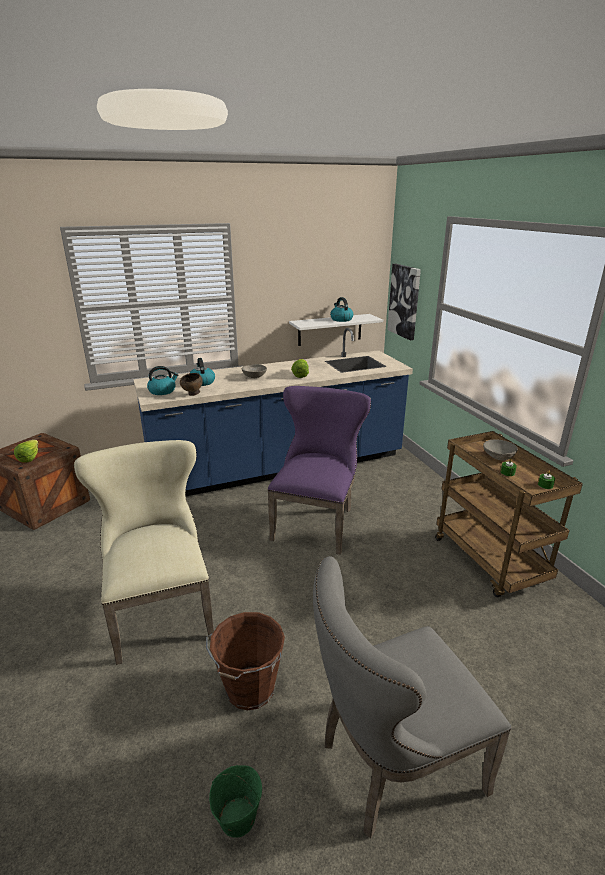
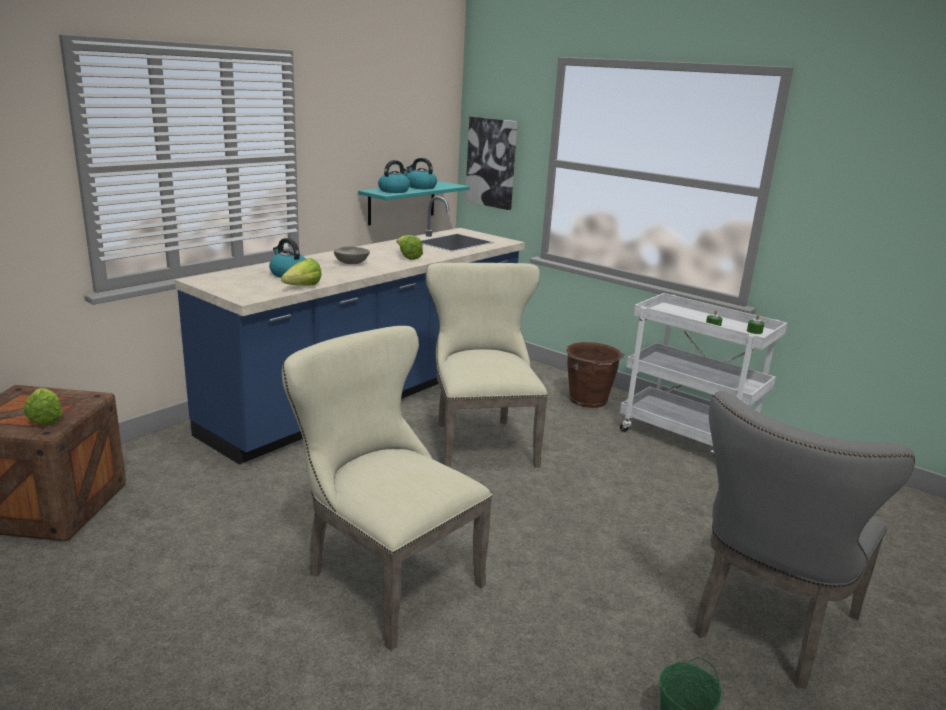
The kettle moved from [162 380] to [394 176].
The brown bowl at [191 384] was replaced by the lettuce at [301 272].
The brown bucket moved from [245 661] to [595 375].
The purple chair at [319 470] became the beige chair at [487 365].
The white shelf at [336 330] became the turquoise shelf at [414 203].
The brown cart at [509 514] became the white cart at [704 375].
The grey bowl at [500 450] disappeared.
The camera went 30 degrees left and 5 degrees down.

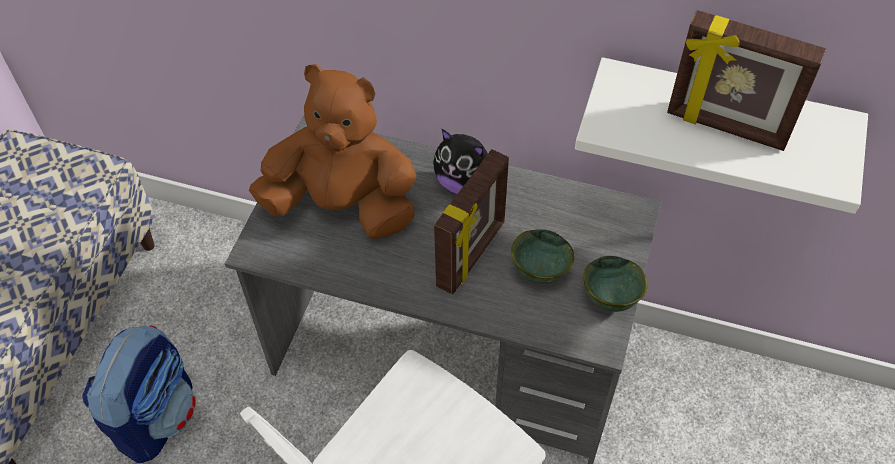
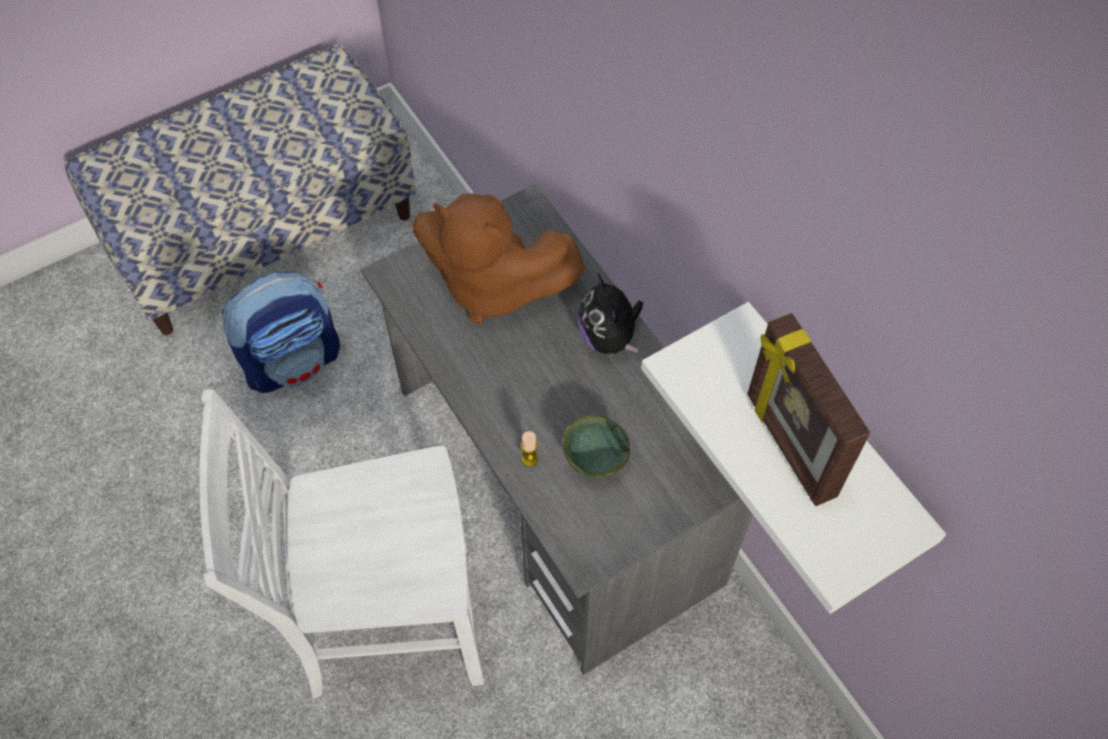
The brown plush toy at [333 151] turned 150 degrees clockwise.
The picture frame at [471 221] disappeared.
The green bowl at [615 284] disappeared.
The candle at [529 449] appeared.
The camera went 40 degrees right and 5 degrees up.

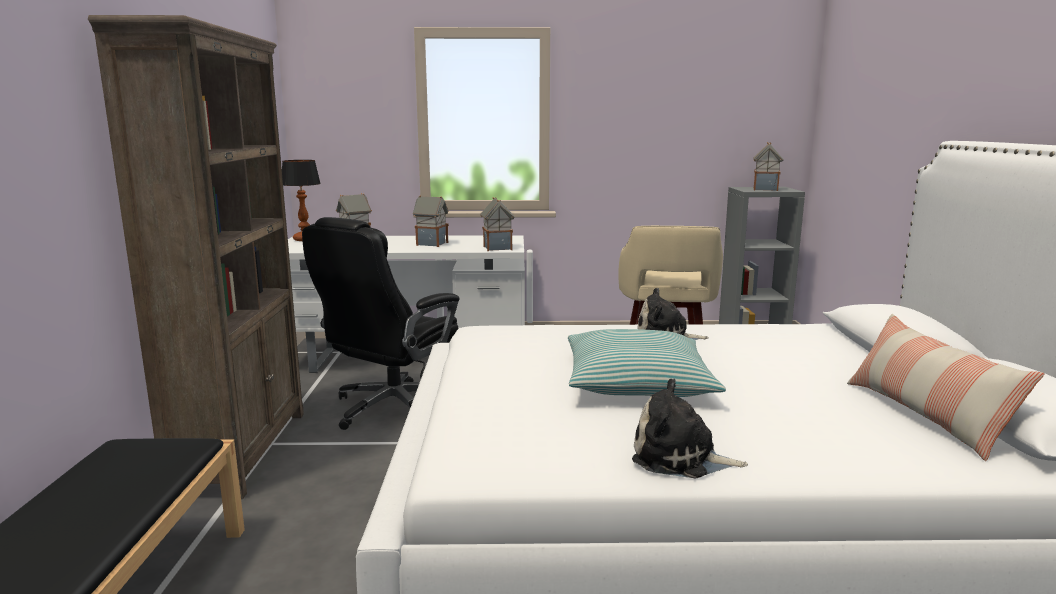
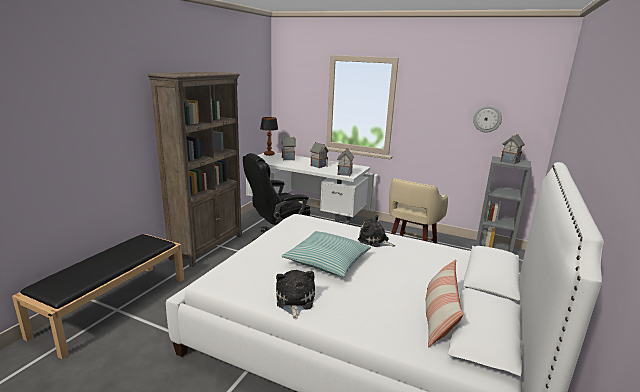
The plush toy at [690 428] turned 45 degrees clockwise.
The wall clock at [487 119] appeared.
The camera went 25 degrees right and 5 degrees up.

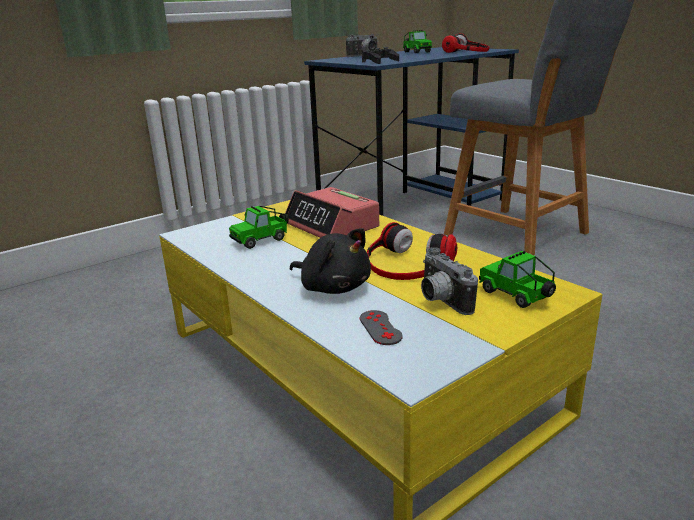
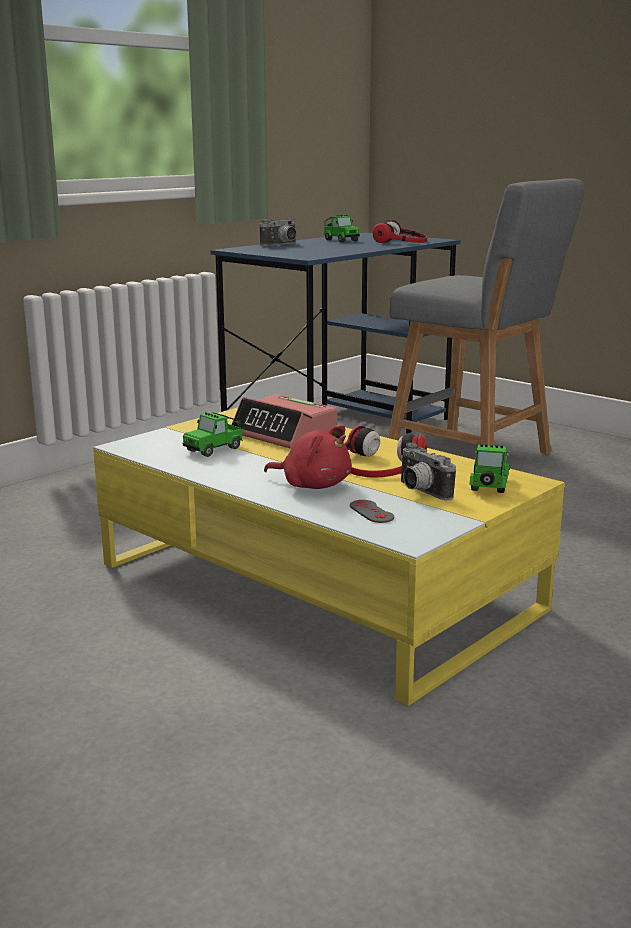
The black plush toy at [330 261] became the red plush toy at [308 457].
The black game controller at [380 55] disappeared.
The toy car at [517 279] turned 60 degrees clockwise.
The camera went 10 degrees left and 5 degrees down.

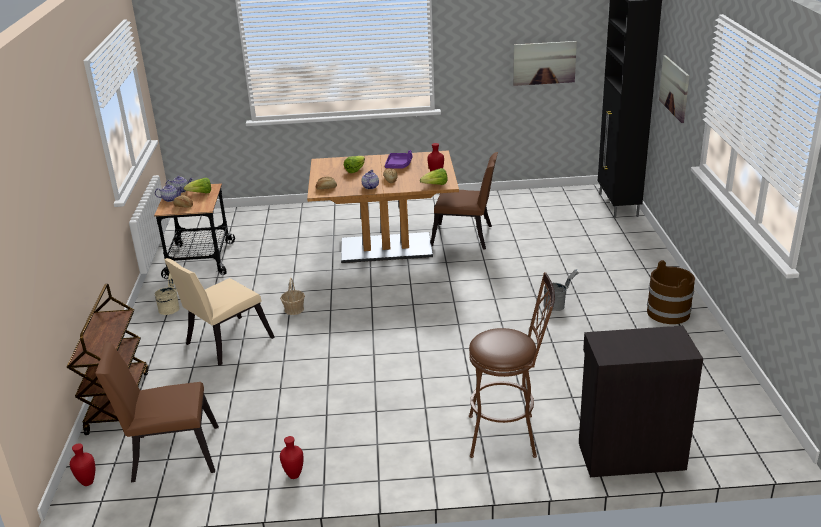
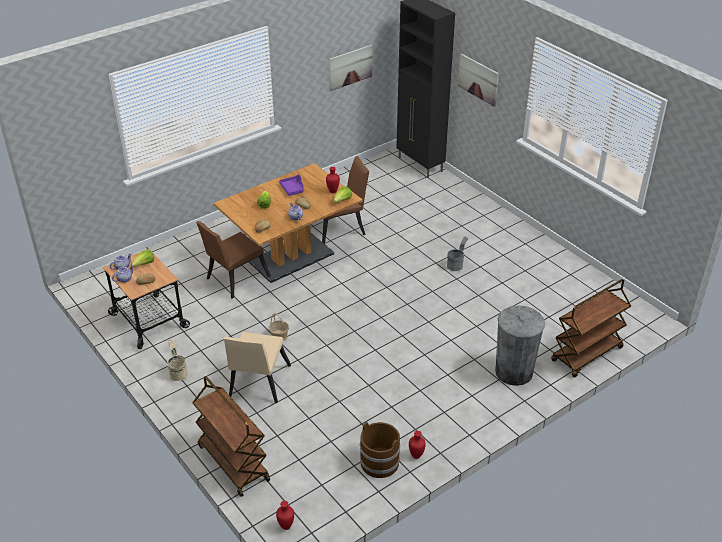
The brown chair moved from [157 412] to [233 260].
The brown stool at [512 365] was replaced by the grey trash can at [520 345].
The black cabinet at [641 401] was replaced by the brown cart at [591 328].
The brown bucket moved from [671 292] to [380 450].
The camera went 35 degrees left and 10 degrees up.

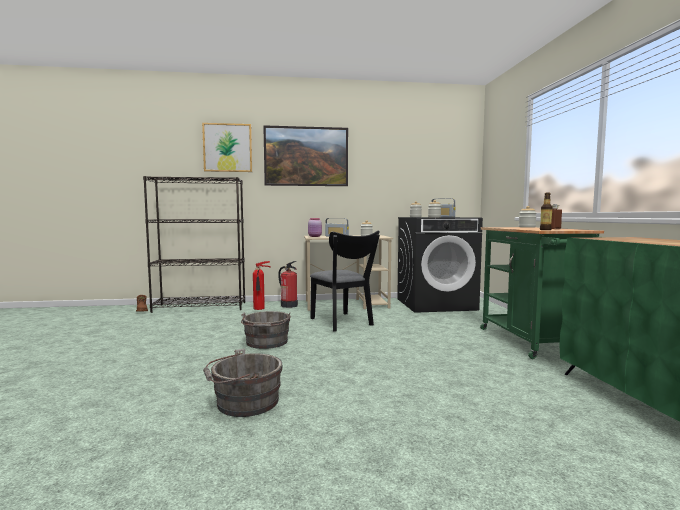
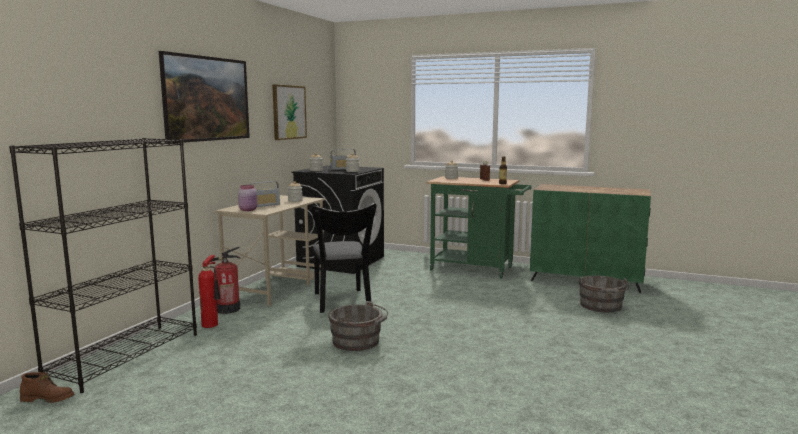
The picture moved from [227 147] to [289 112].
The grey bucket moved from [242 383] to [604 294].
The black chair at [345 281] turned 75 degrees clockwise.
The camera went 60 degrees left and 5 degrees up.

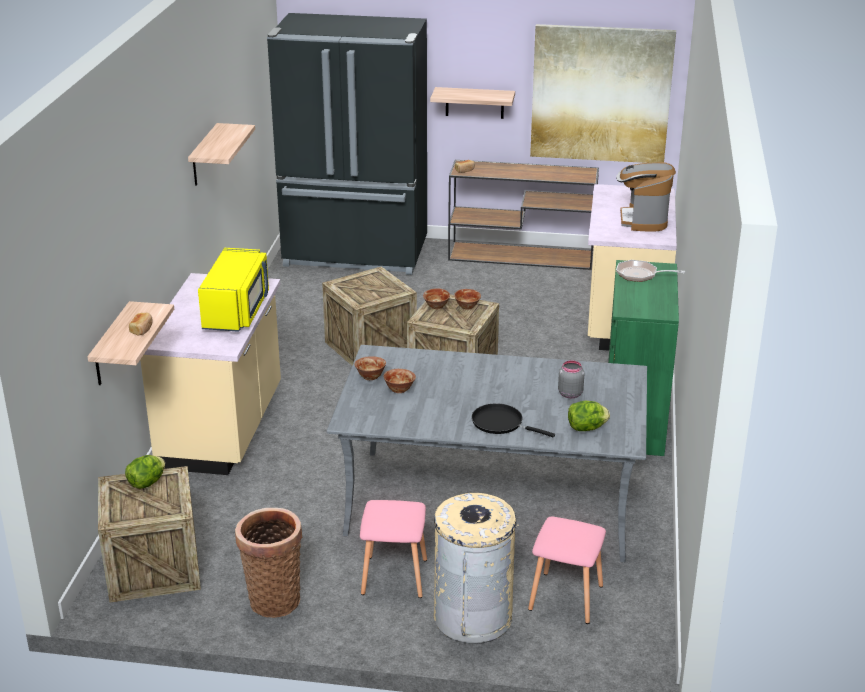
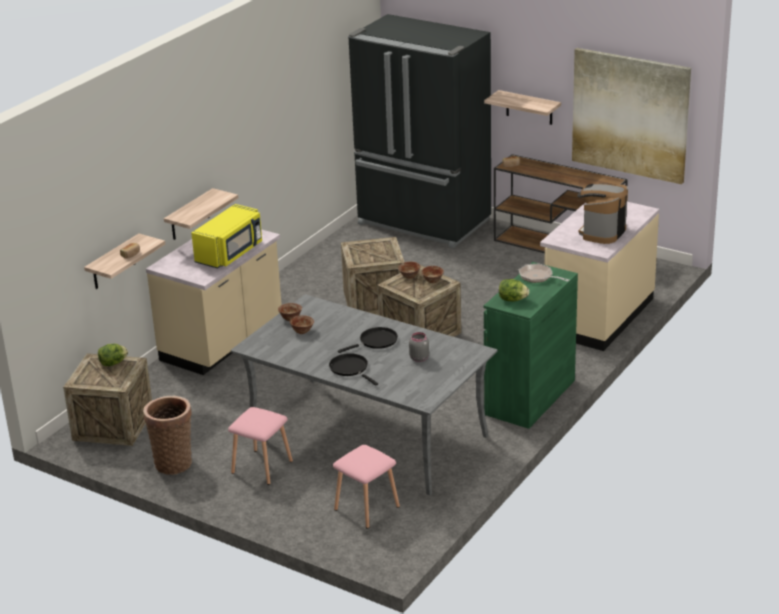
The shelf moved from [221 154] to [201 214].
The beige trash can at [476 568] disappeared.
The lettuce moved from [589 416] to [514 290].
The black frying pan at [368 340] appeared.
The camera went 25 degrees right and 0 degrees up.

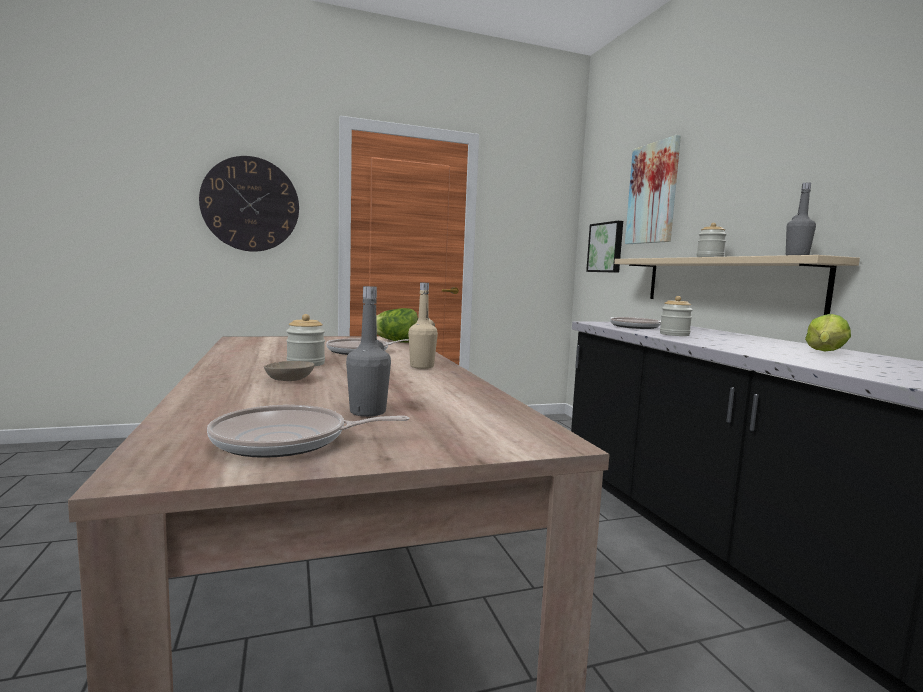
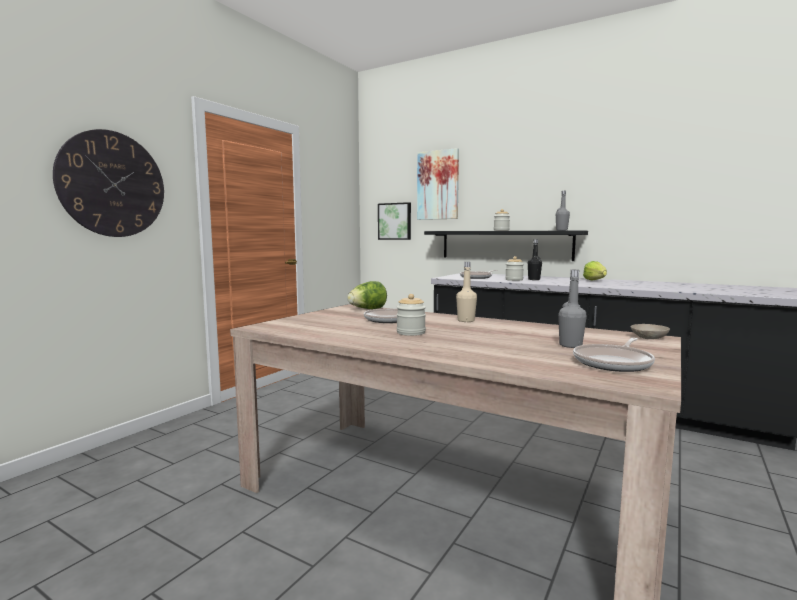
The beige bowl moved from [289 371] to [650 331].
The beige shelf at [737 285] became the black shelf at [506 245].
The black bottle at [535 259] appeared.
The camera went 40 degrees left and 0 degrees up.

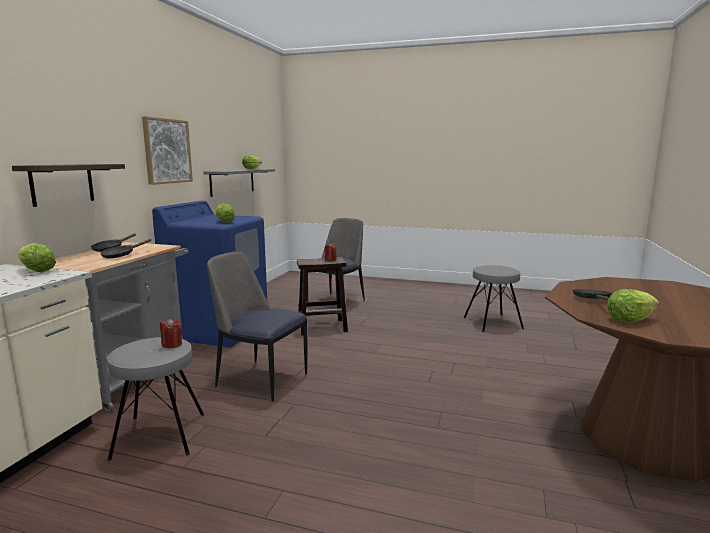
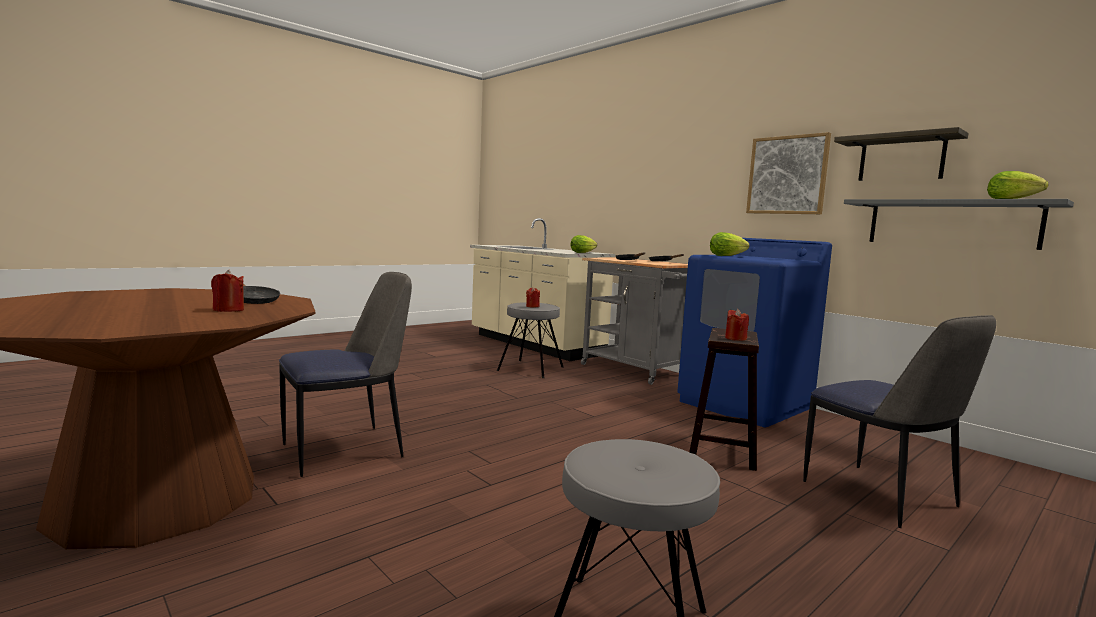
The shelf moved from [68 185] to [901 154].
The chair moved from [257 327] to [345 374].
The lettuce at [633 305] disappeared.
The red candle at [227 291] appeared.
The camera went 120 degrees right and 5 degrees down.

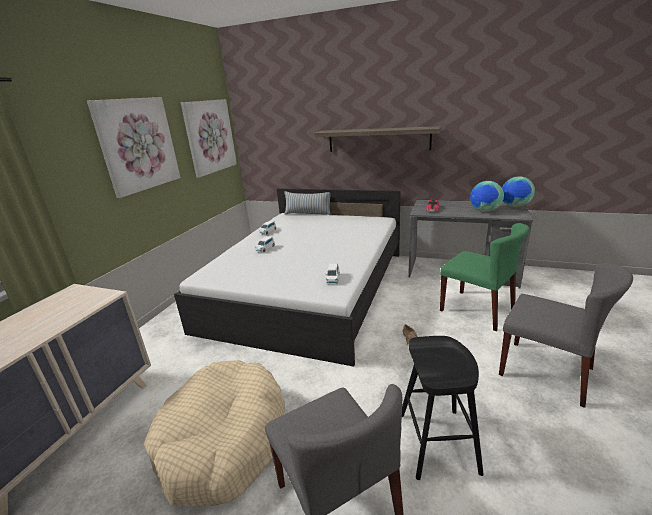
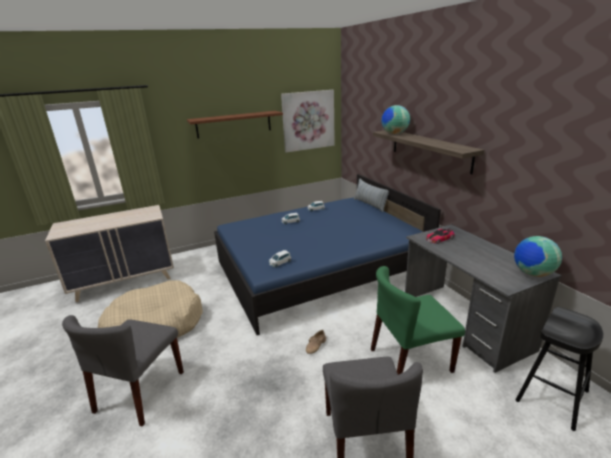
The picture at [133 147] was replaced by the brown shelf at [235 125].
The white bed at [287 277] became the blue bed at [327 254].
The black stool moved from [443 408] to [559 369].
The green chair at [484 277] turned 75 degrees clockwise.
The globe moved from [487 196] to [395 119].
The camera went 45 degrees right and 0 degrees up.

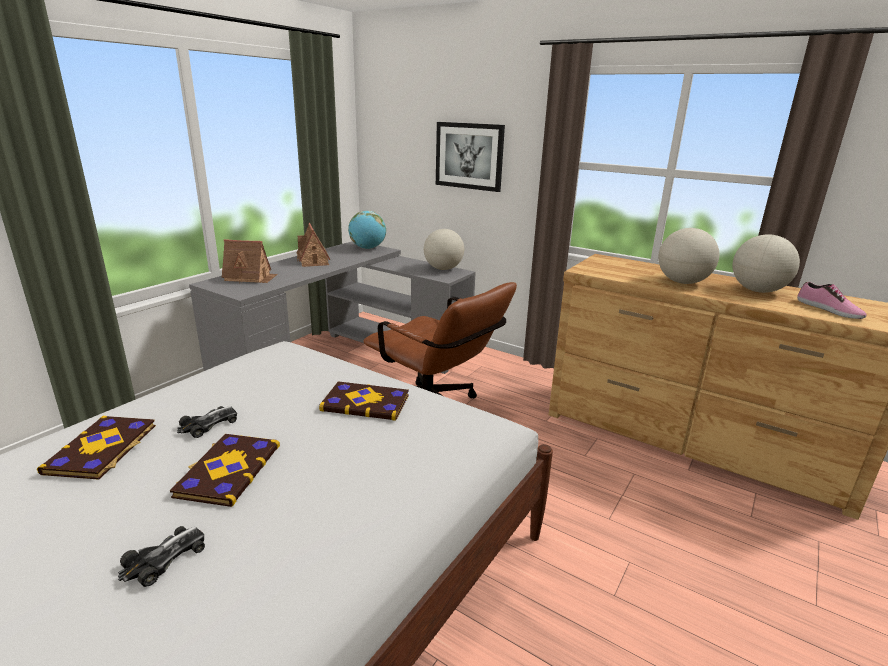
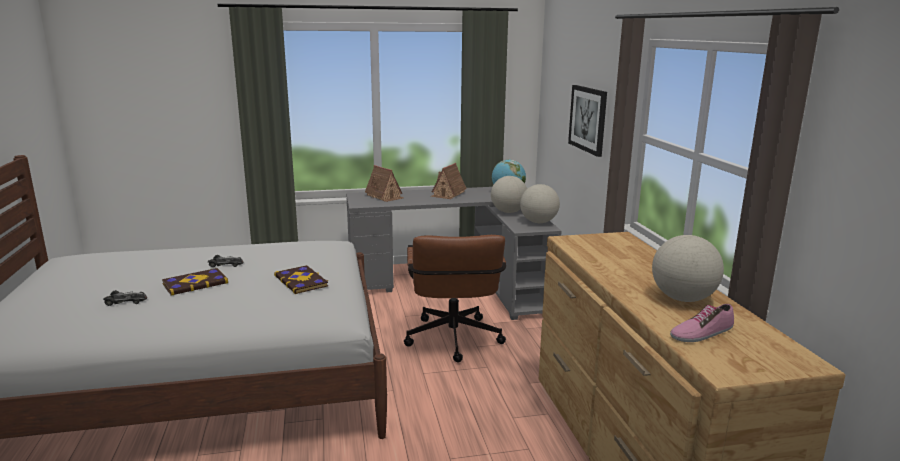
The book at [96 448] disappeared.
The globe moved from [688 256] to [509 194].
The shoe at [832 300] turned 45 degrees clockwise.
The camera went 45 degrees right and 5 degrees down.

